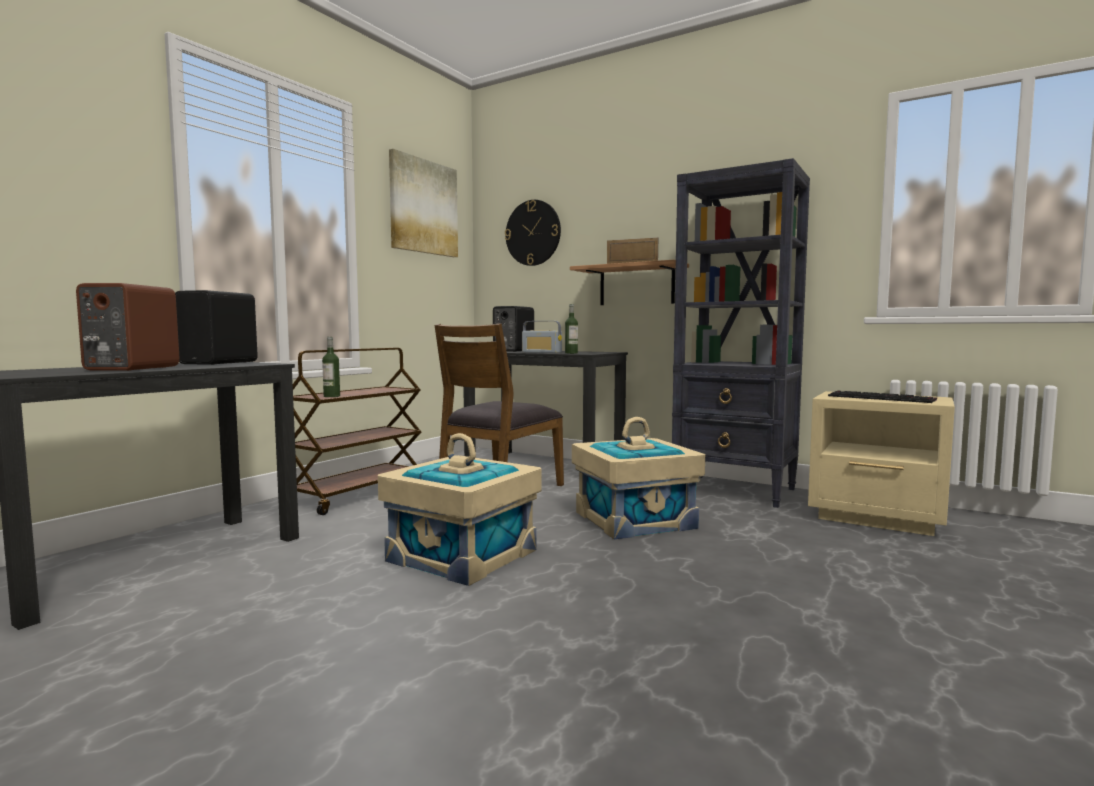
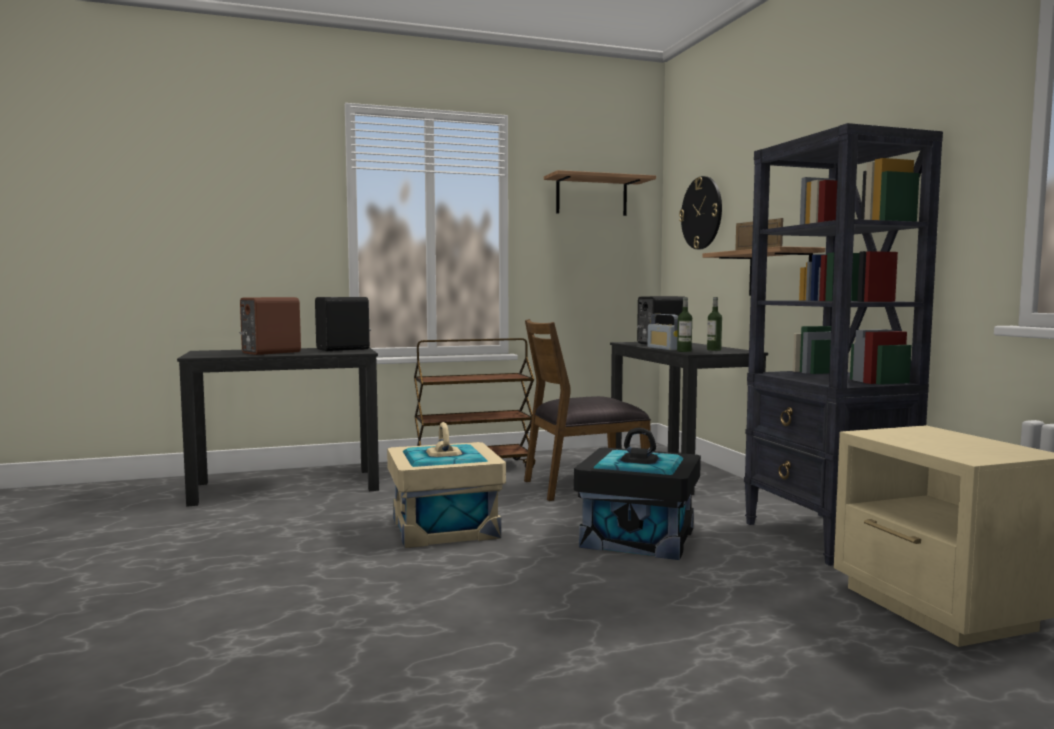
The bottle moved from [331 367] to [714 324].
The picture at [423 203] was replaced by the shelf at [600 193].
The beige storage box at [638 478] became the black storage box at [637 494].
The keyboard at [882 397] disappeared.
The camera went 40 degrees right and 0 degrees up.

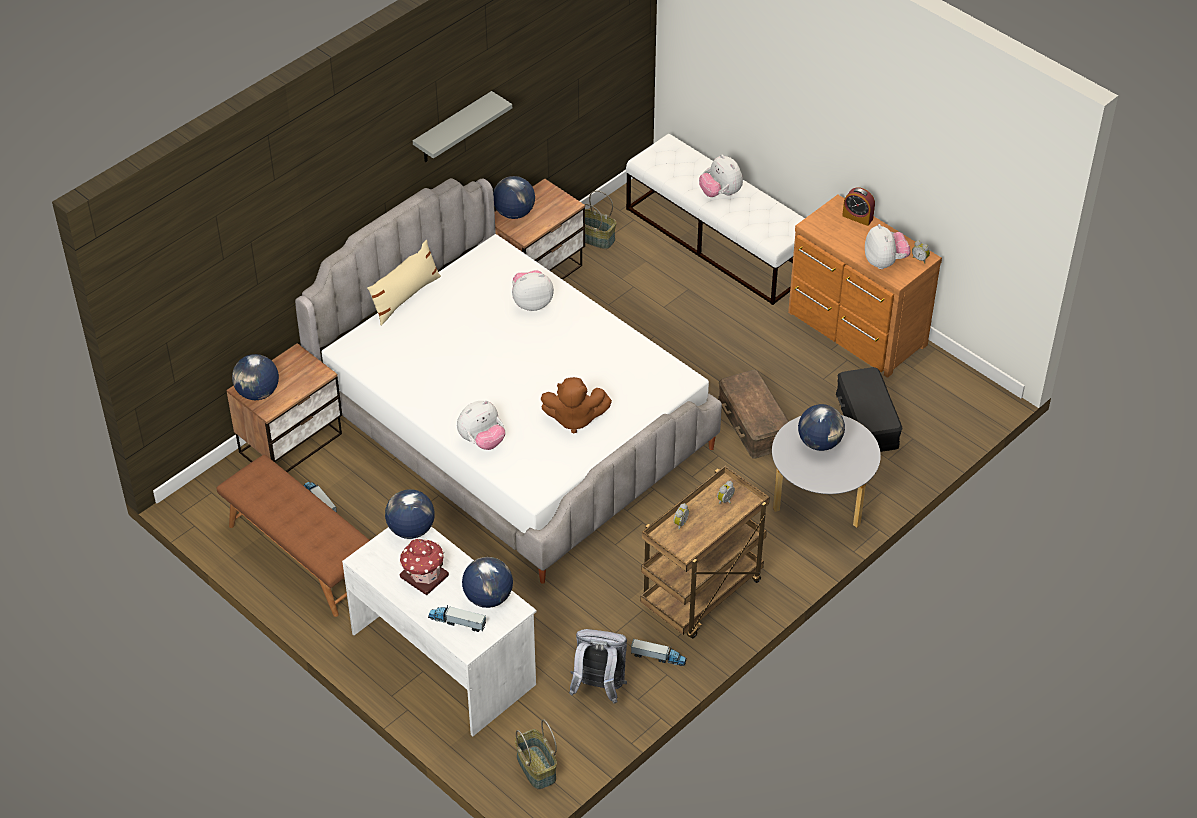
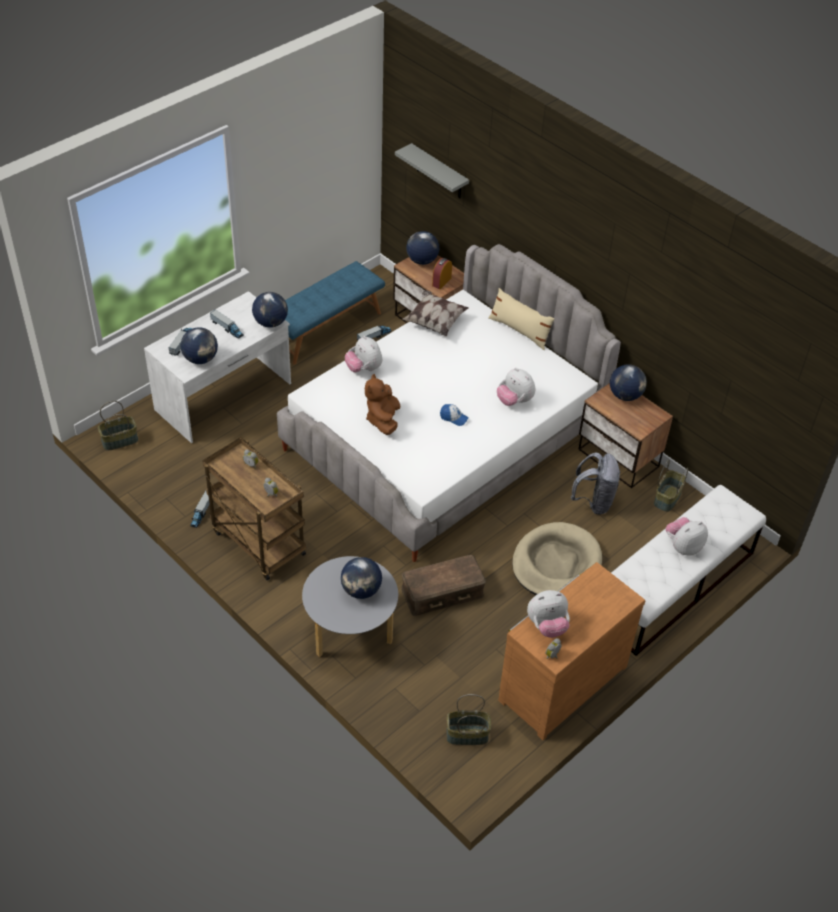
The brown bench at [293 536] became the blue bench at [335 313].
The toy house at [424 566] was replaced by the toy truck at [227 324].
The grey shelf moved from [462 126] to [432 170].
The plush toy at [533 290] turned 150 degrees clockwise.
The grey backpack moved from [598 666] to [596 483].
The black storage box at [869 409] disappeared.
The alarm clock moved from [858 206] to [442 273].
The pillow at [435 313] appeared.
The cap at [454 415] appeared.
The basket at [468 719] appeared.
The beige dog bed at [557 558] appeared.
The camera went 90 degrees right and 0 degrees up.

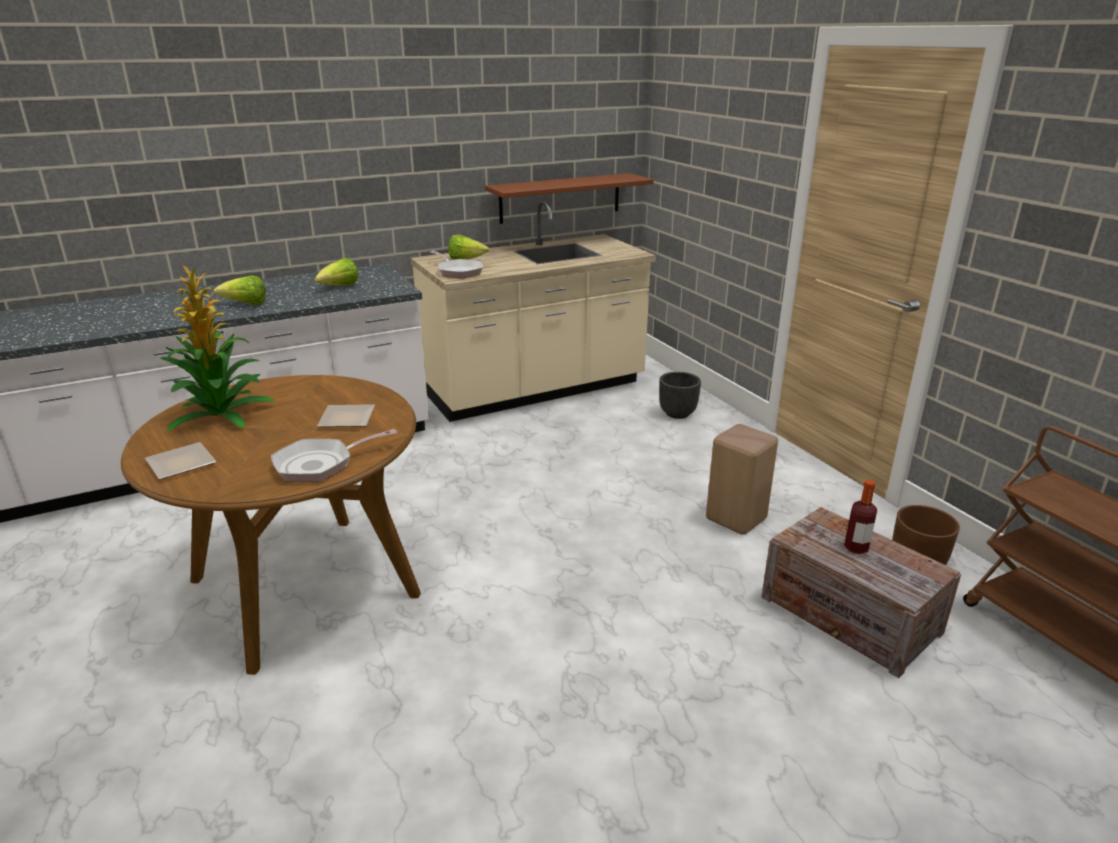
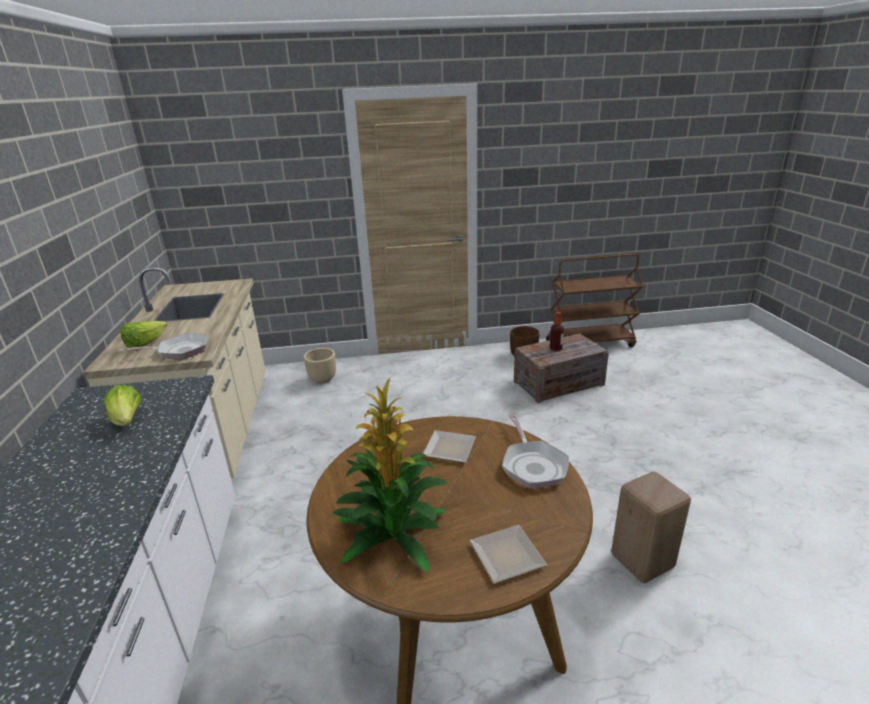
The lettuce at [240 290] disappeared.
The brown shelf at [569 198] disappeared.
The black planter at [680 395] became the beige planter at [320 366].
The beige stool moved from [742 479] to [651 527].
The camera went 70 degrees left and 0 degrees up.

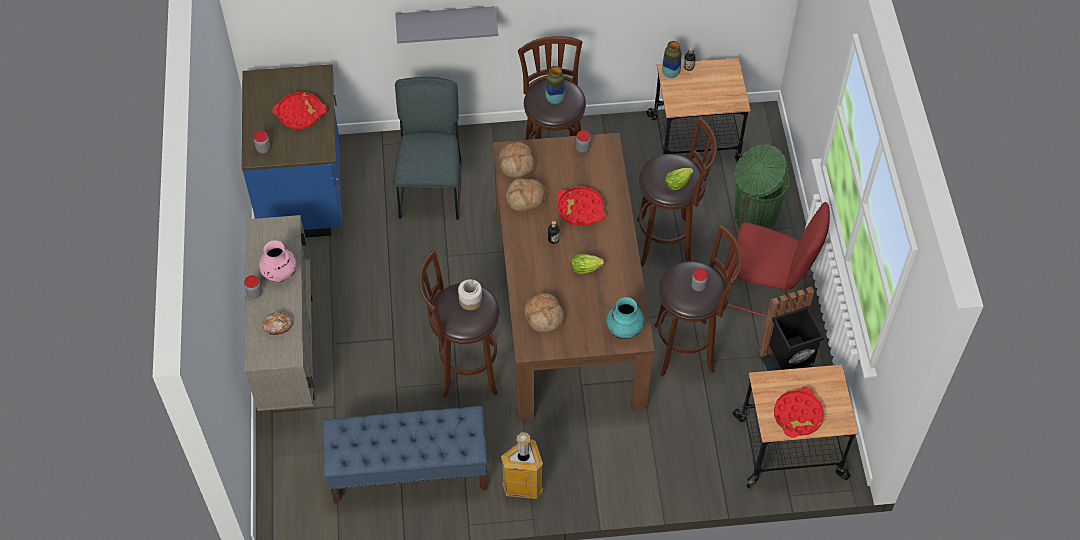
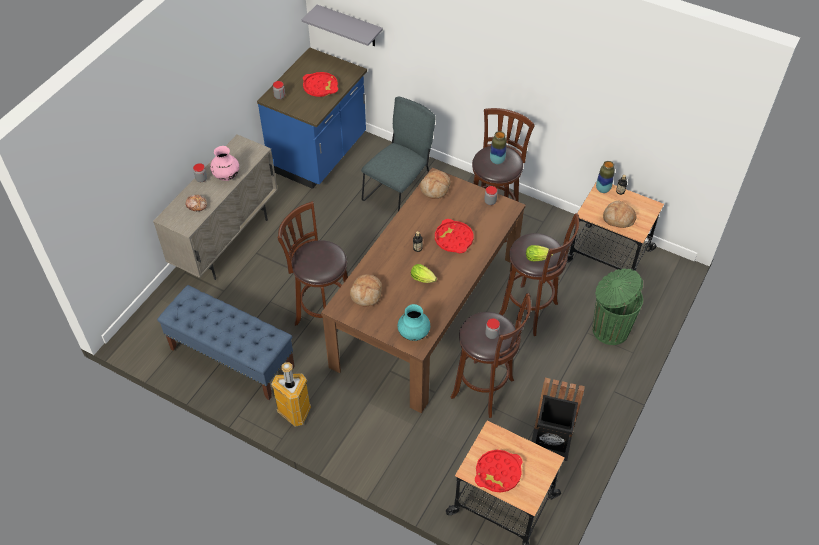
The grey shelf moved from [446 24] to [342 25].
The jar at [470 294] disappeared.
The bread moved from [526 195] to [619 214].
The red chair at [778 259] disappeared.
The camera went 35 degrees right and 5 degrees down.

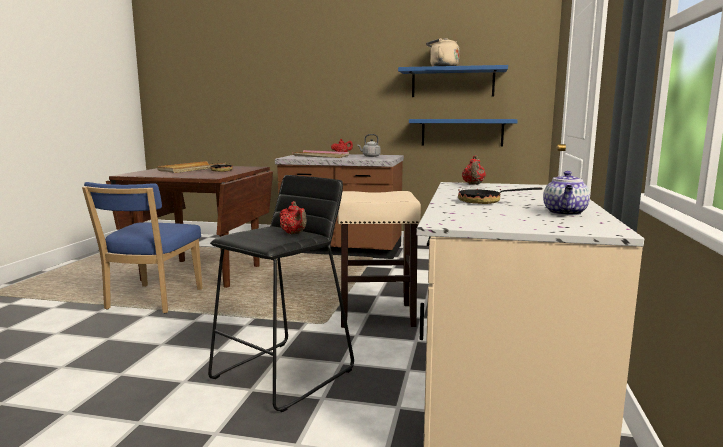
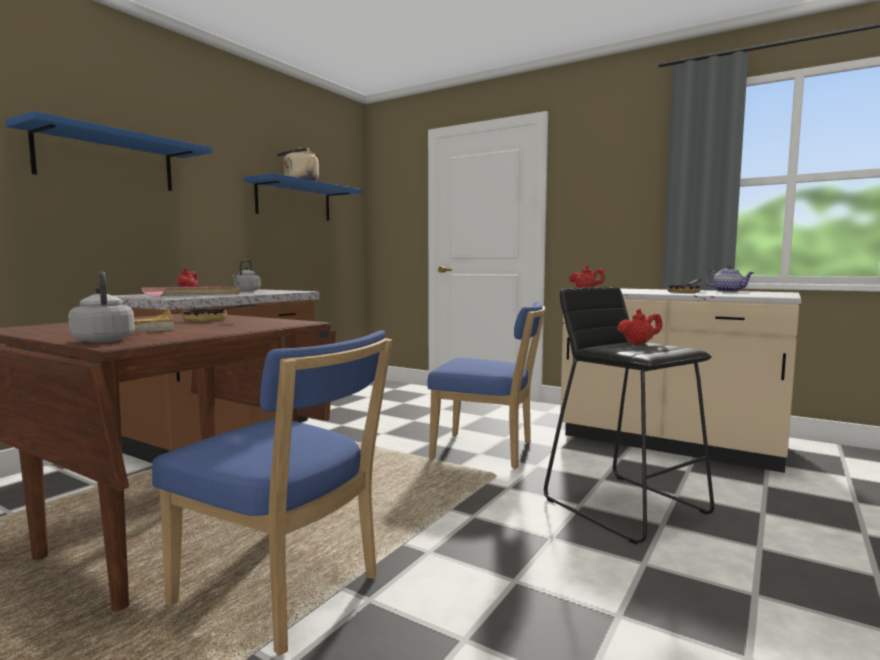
The beige stool at [379 259] was replaced by the blue chair at [486 385].
The blue shelf moved from [463 132] to [109 151].
The grey kettle at [101 307] appeared.
The camera went 70 degrees left and 5 degrees down.

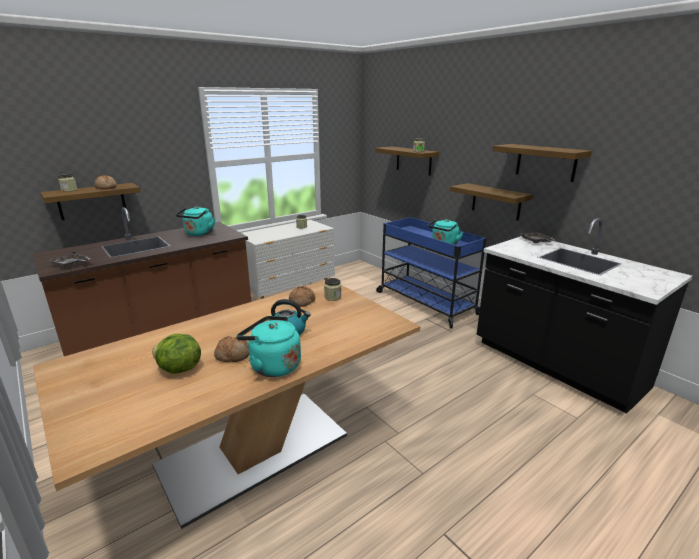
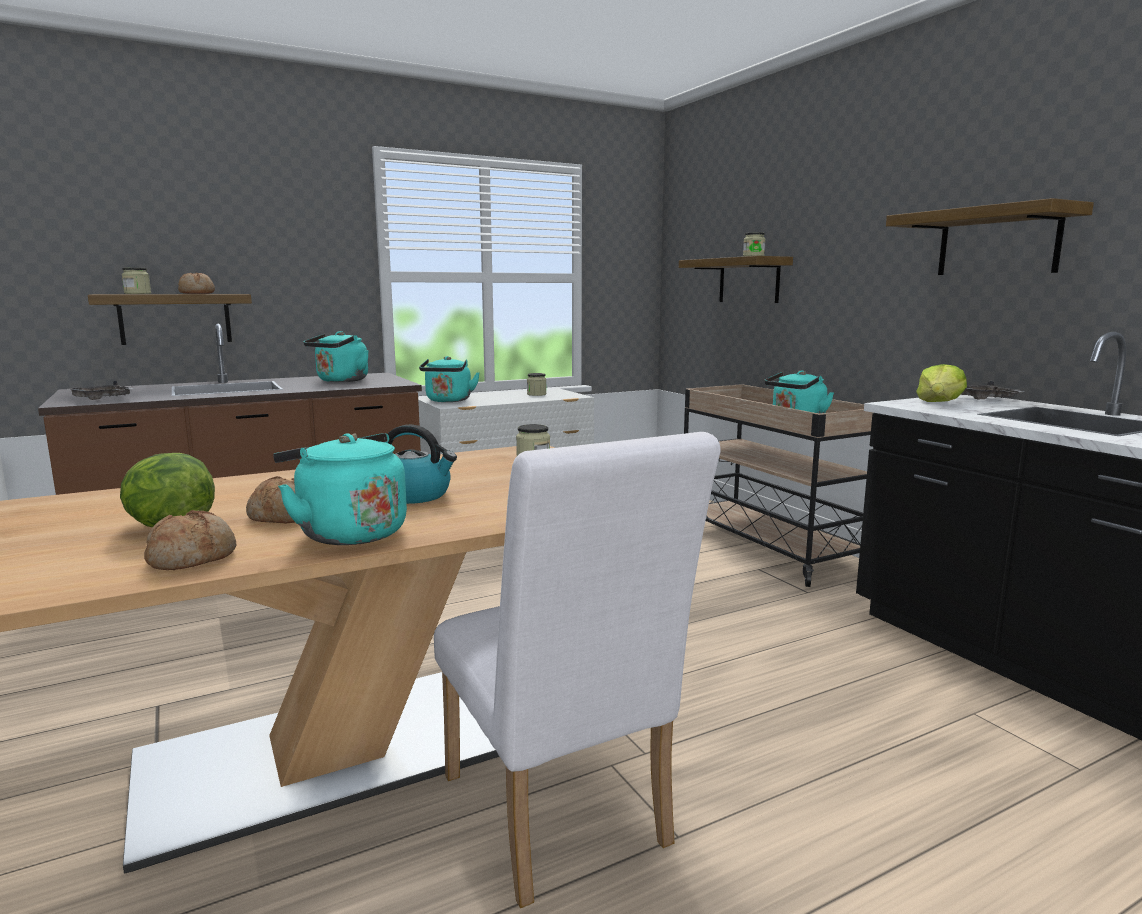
The bread moved from [302 296] to [190 540].
The blue cart at [431 272] became the beige cart at [778 485].
The shelf at [491 202] disappeared.
The turquoise kettle at [449 379] appeared.
The white chair at [577 670] appeared.
The lettuce at [941 383] appeared.
The camera went 10 degrees right and 10 degrees down.

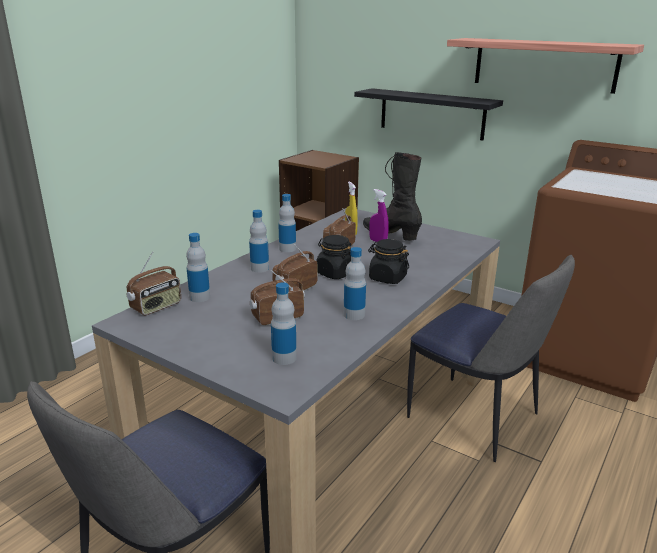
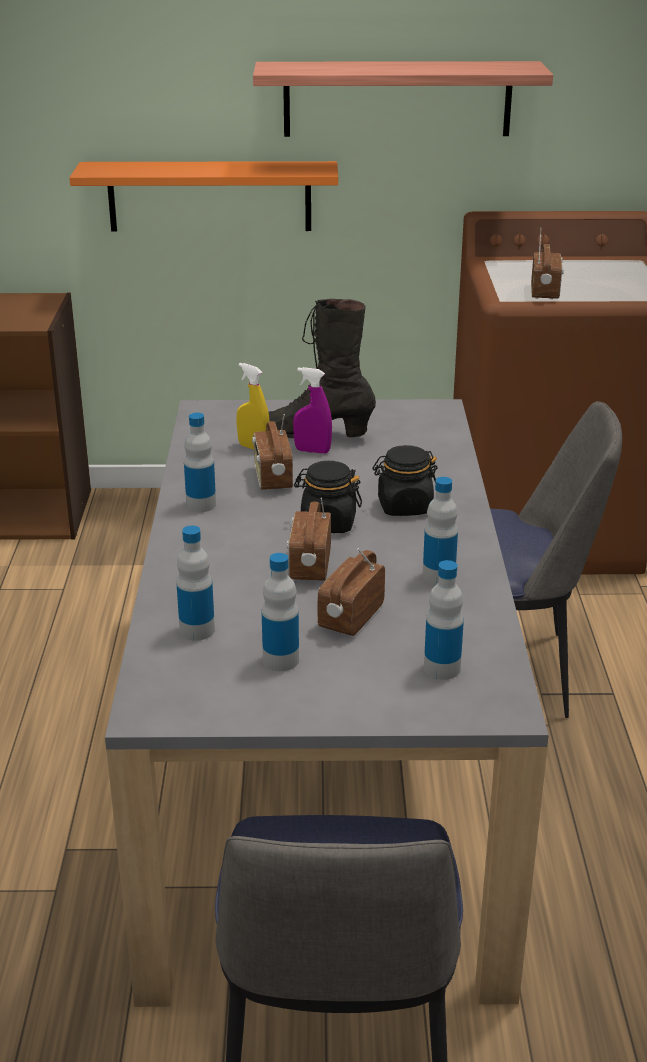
The radio moved from [154 283] to [547 263].
The bottle moved from [259 241] to [280 612].
The black shelf at [428 114] became the orange shelf at [203 196].
The camera went 35 degrees left and 5 degrees up.

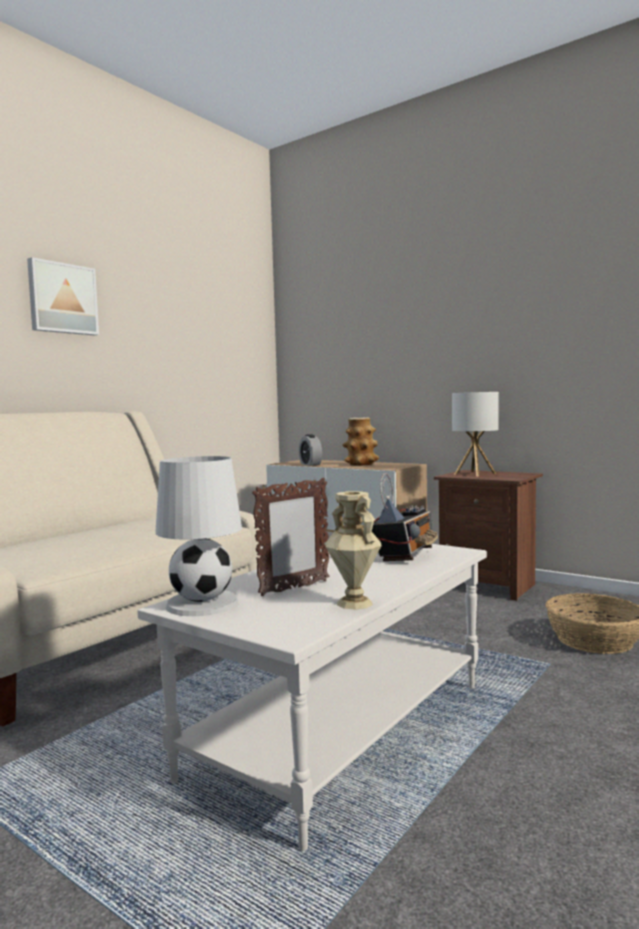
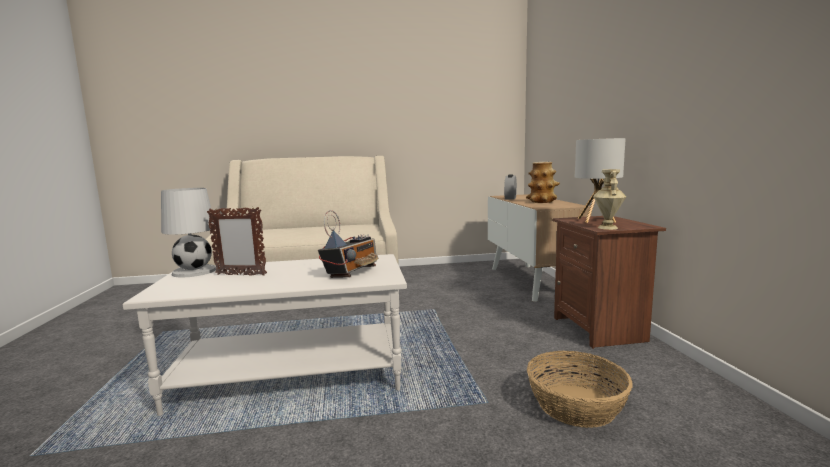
The picture at [63 296] disappeared.
The beige vase moved from [354 550] to [609 199].
The radio at [405 517] turned 45 degrees counterclockwise.
The camera went 45 degrees right and 5 degrees up.

